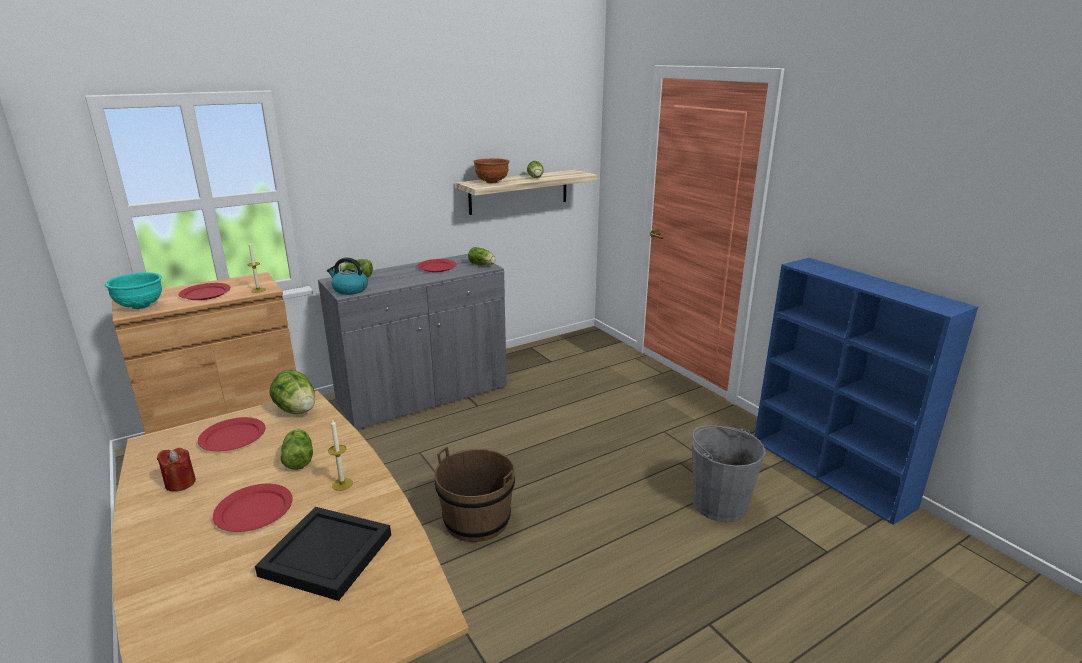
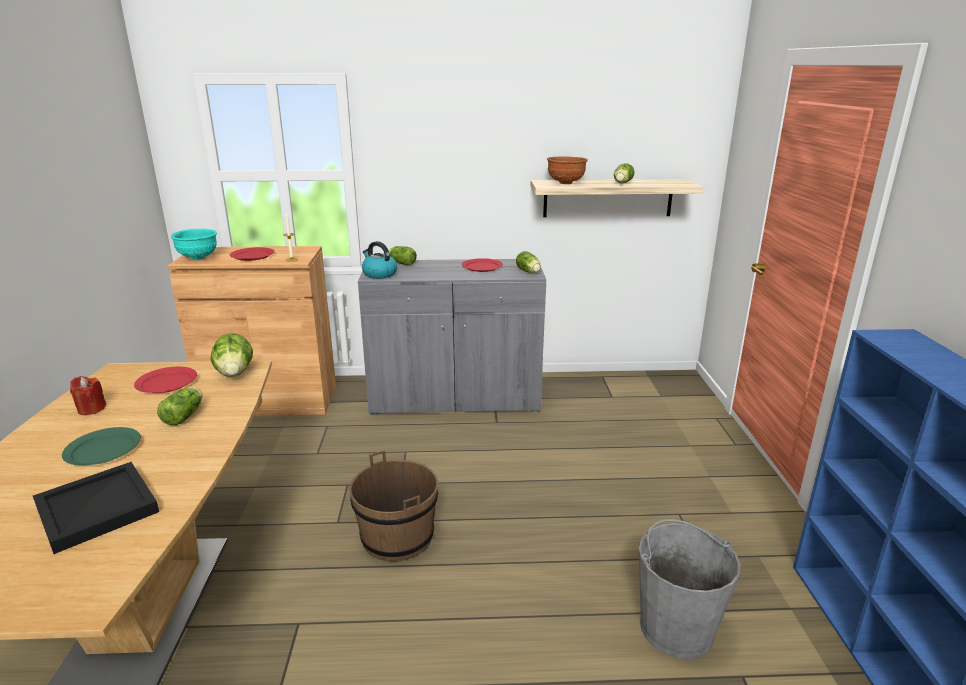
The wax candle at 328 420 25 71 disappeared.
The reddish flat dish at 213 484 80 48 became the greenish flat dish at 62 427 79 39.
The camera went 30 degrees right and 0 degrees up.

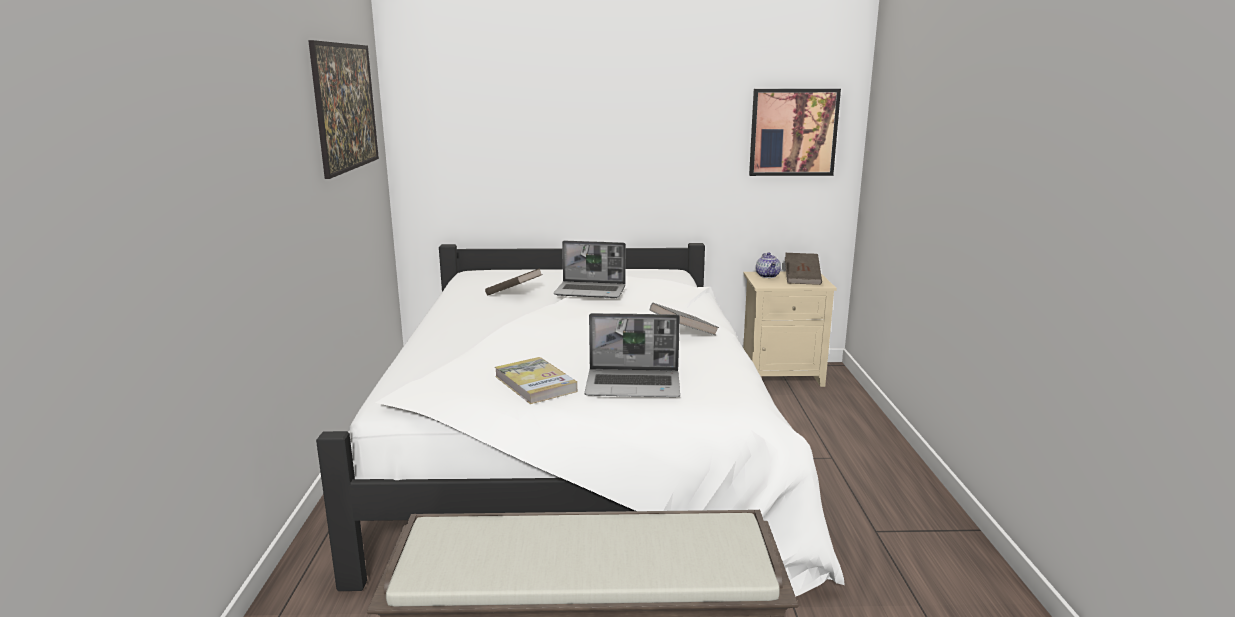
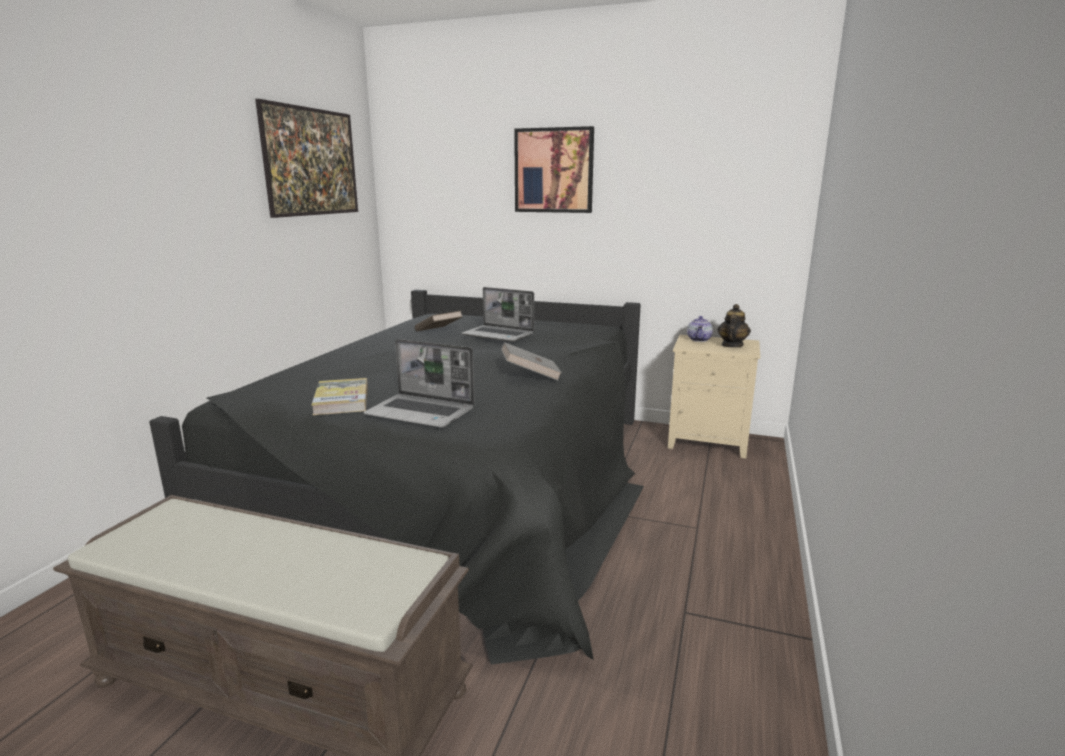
The wall picture moved from 749 89 92 87 to 514 126 80 87.
The brown volume at 785 253 37 32 was replaced by the teapot at 718 304 33 43.
The whitish bedroom bed at 316 243 529 354 became the black-coloured bedroom bed at 149 290 495 375.
The camera went 20 degrees right and 0 degrees up.

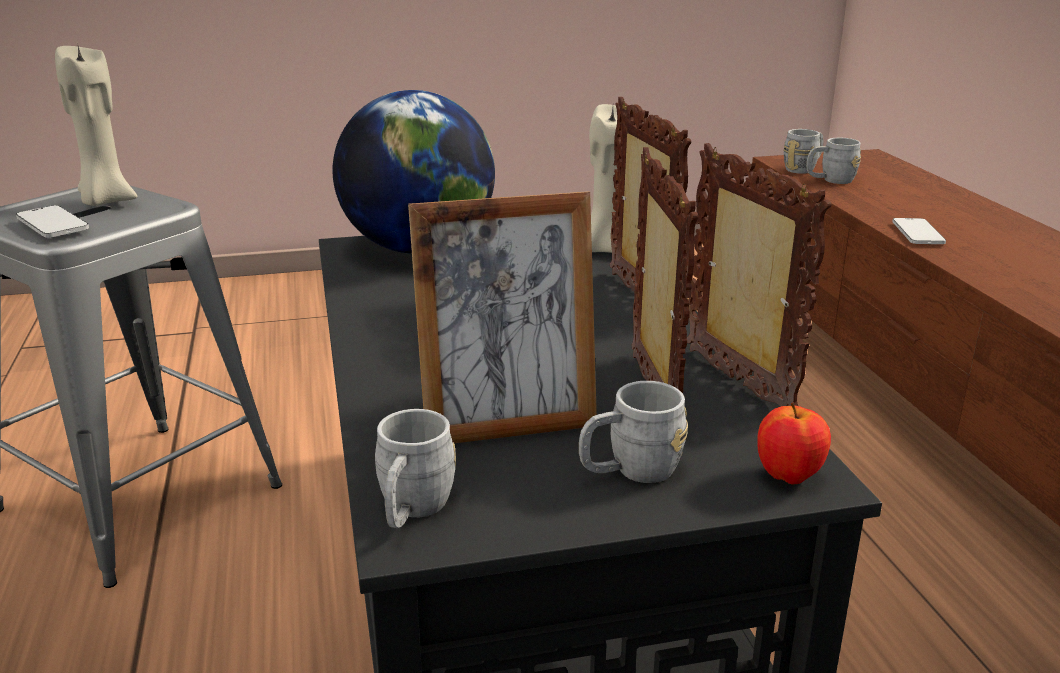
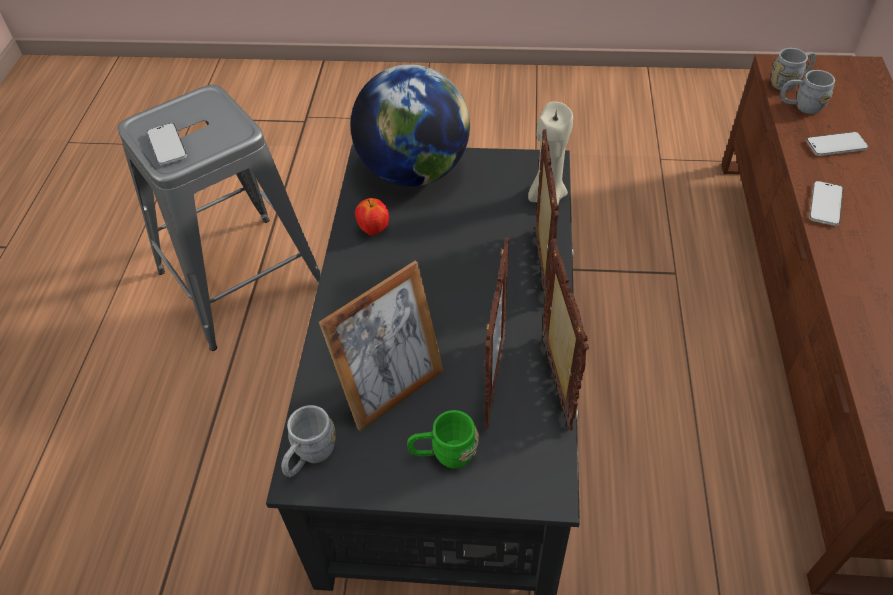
The beige-coloured wax candle at 55 42 82 164 disappeared.
The handset at 807 132 61 24 appeared.
The apple fruit moved from 757 402 74 83 to 355 198 34 37.
The grey mug at 579 381 109 102 became the greenish mug at 407 410 72 59.
The photo frame at 408 191 189 252 turned 45 degrees counterclockwise.
The camera went 20 degrees right and 25 degrees up.

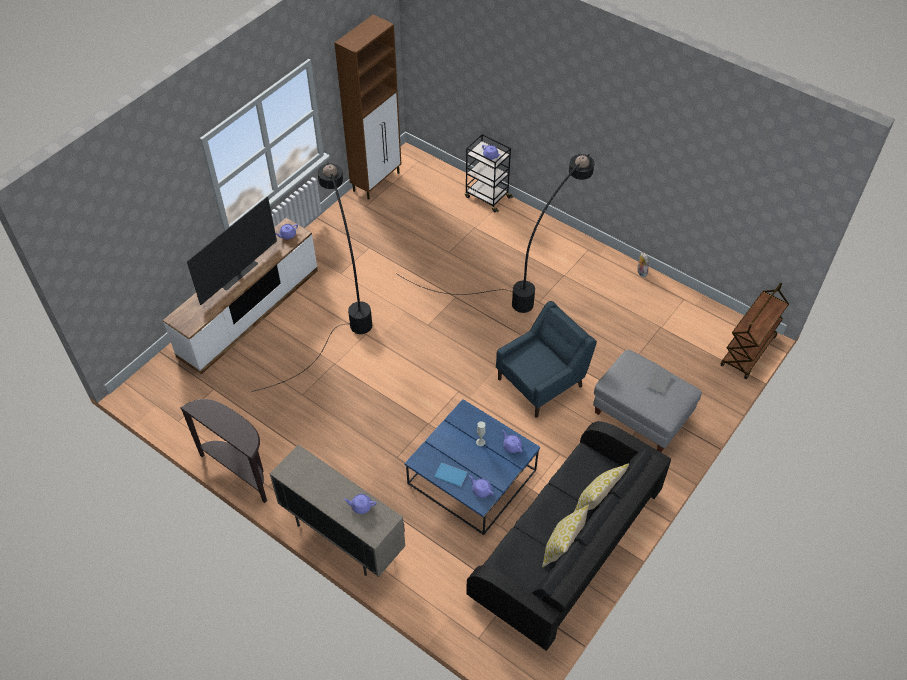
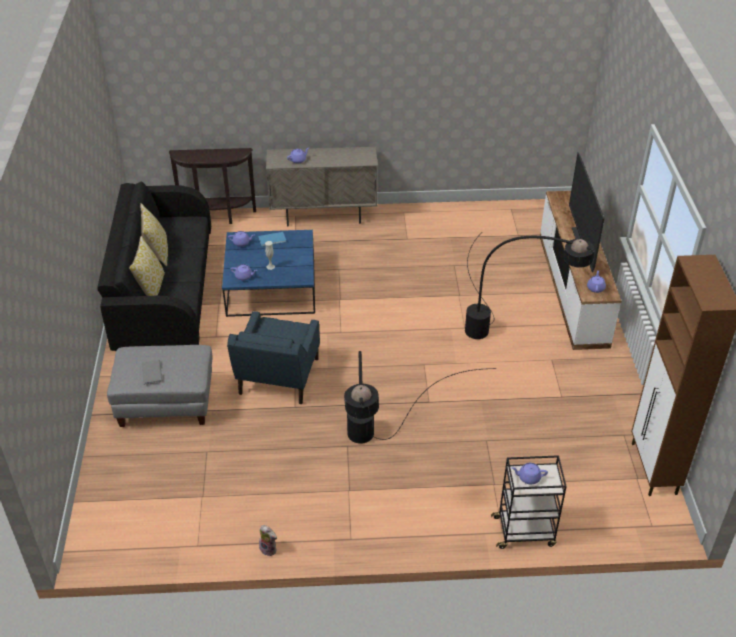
The brown wheeled cart at 720 283 69 96 disappeared.
The brown console table moved from 180 399 87 104 to 169 148 87 76.
The camera went 140 degrees right and 10 degrees down.

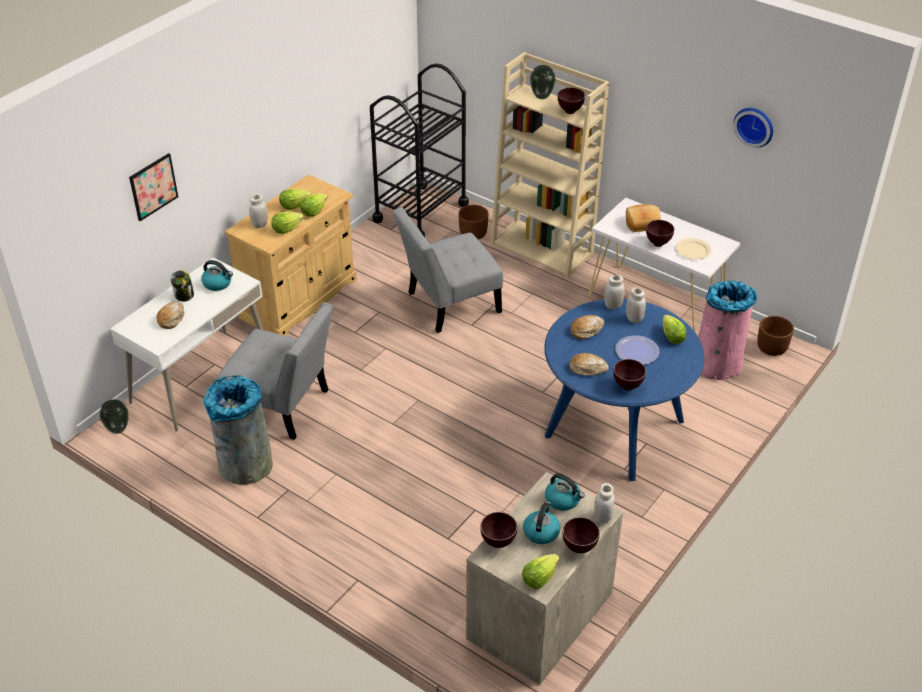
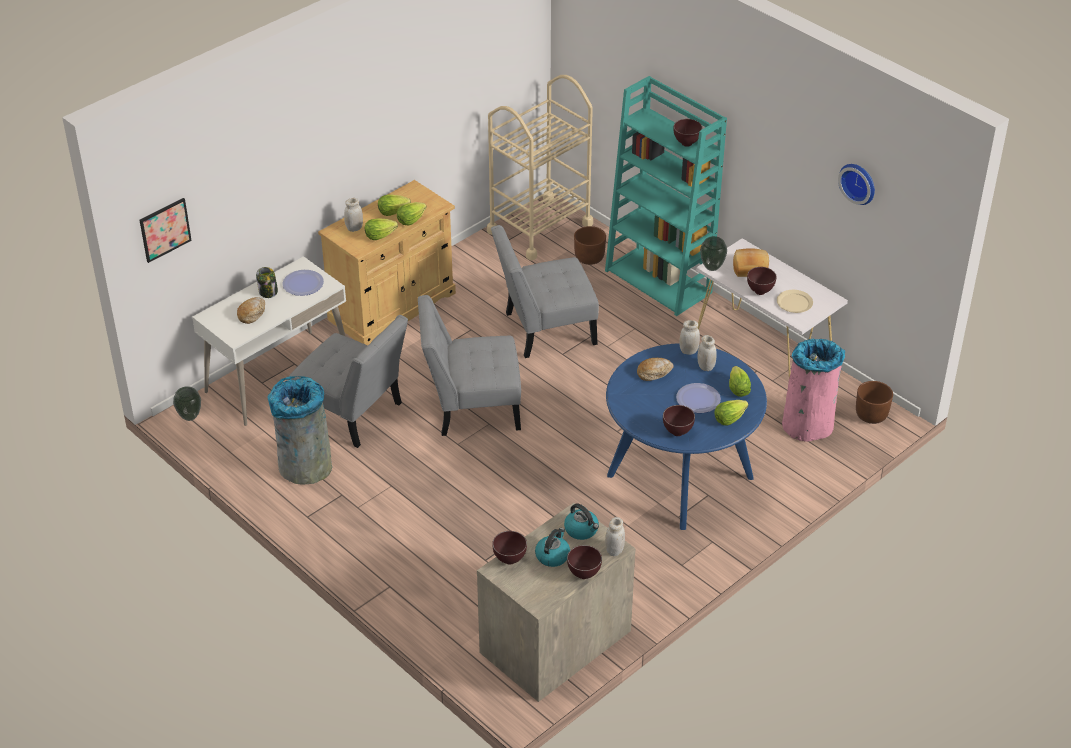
The baked bread at 569 353 40 23 disappeared.
The grey plain chair at 418 295 103 141 appeared.
The wall picture moved from 129 153 49 68 to 140 198 52 65.
The head of lettuce moved from 522 554 37 35 to 714 400 34 26.
The decorative vase moved from 530 65 26 34 to 700 236 27 35.
The tea kettle at 201 260 32 31 was replaced by the flat dish at 282 270 42 26.
The black-coloured wheeled cart at 370 64 99 173 became the beige-coloured wheeled cart at 487 75 106 186.
The beige-coloured bookshelf at 491 52 118 226 became the turquoise bookshelf at 605 76 122 240.
The camera went 10 degrees right and 0 degrees up.

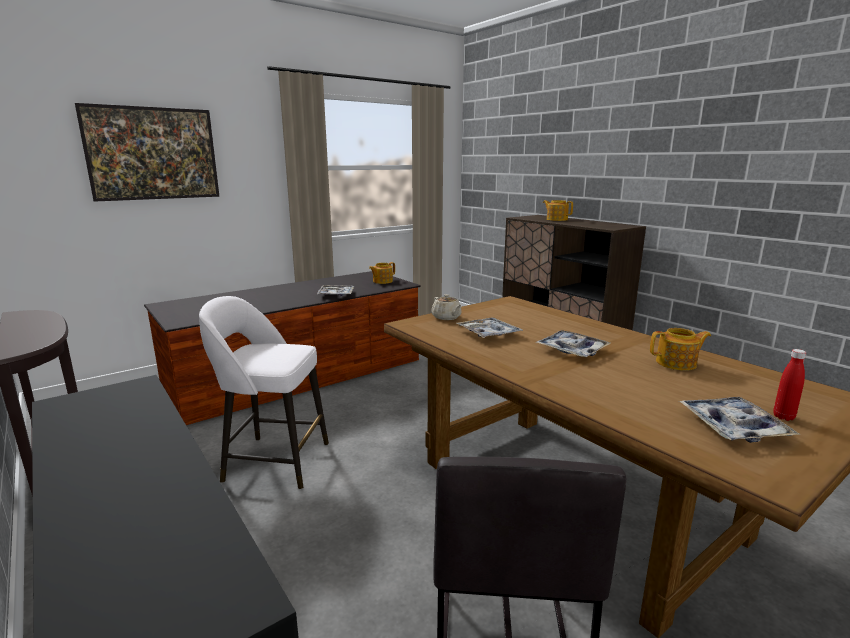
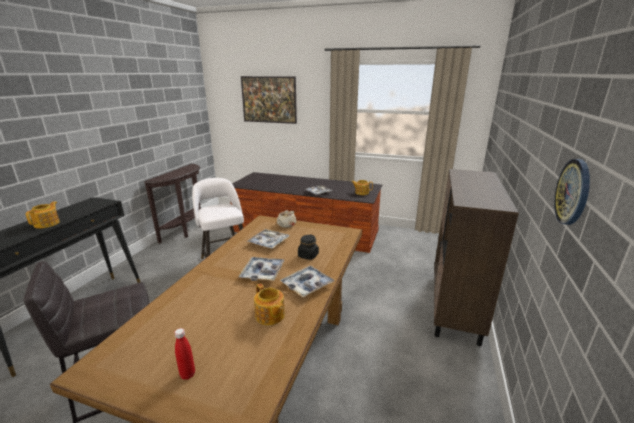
The black-coloured jar at 298 234 21 26 appeared.
The clock on the wall at 554 159 36 66 appeared.
The teapot moved from 543 200 30 21 to 26 201 34 28.
The tray moved from 679 397 122 46 to 280 266 55 31.
The camera went 55 degrees right and 5 degrees up.

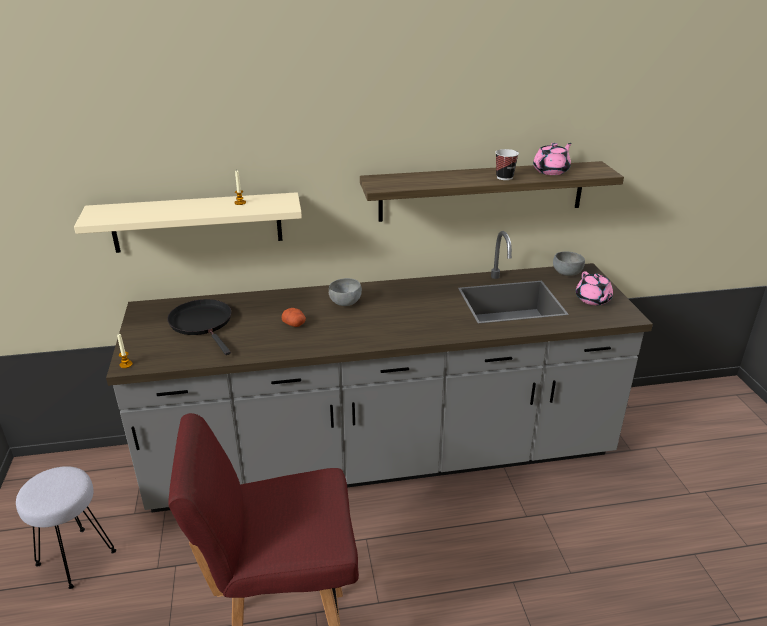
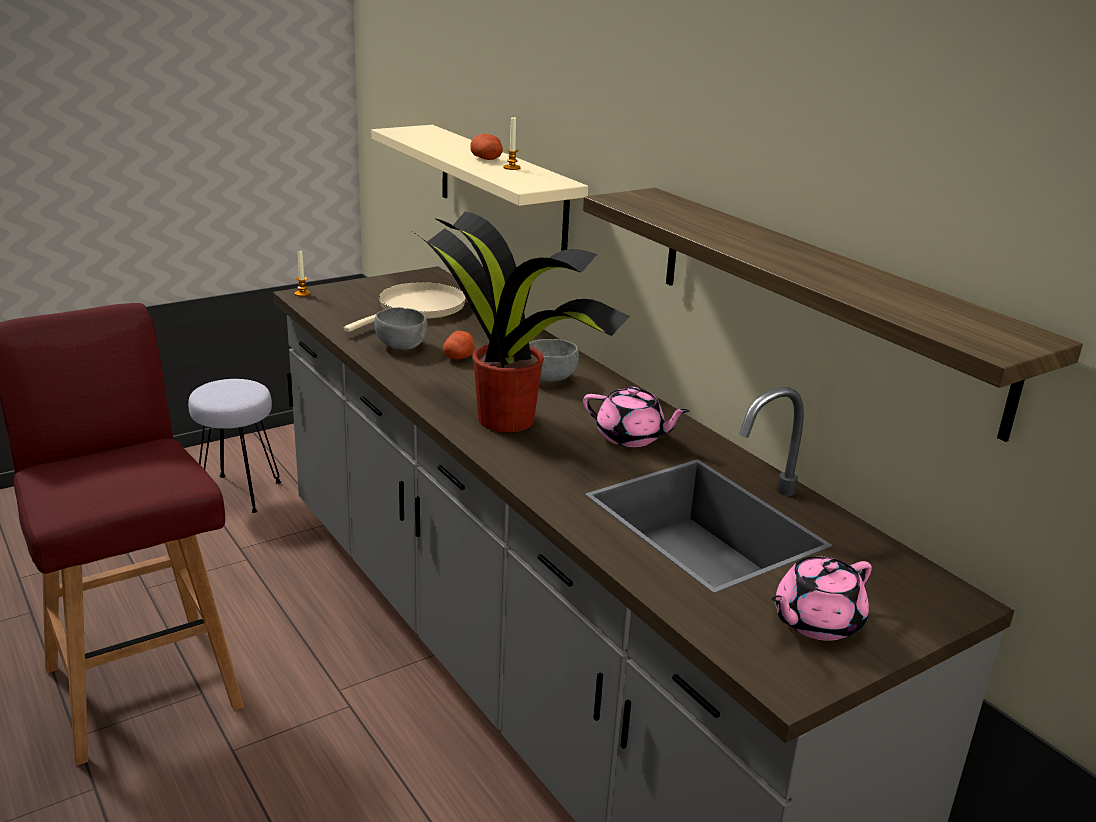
The drinking cup at 495 149 24 31 disappeared.
The houseplant at 413 212 217 220 appeared.
The whole potato at 470 134 33 26 appeared.
The pink-coloured teapot moved from 533 143 39 32 to 583 387 107 60.
The grey bowl moved from 553 252 32 24 to 374 307 54 43.
The black-coloured pan at 167 299 65 56 became the beige-coloured pan at 344 282 122 50.
The camera went 65 degrees right and 5 degrees down.

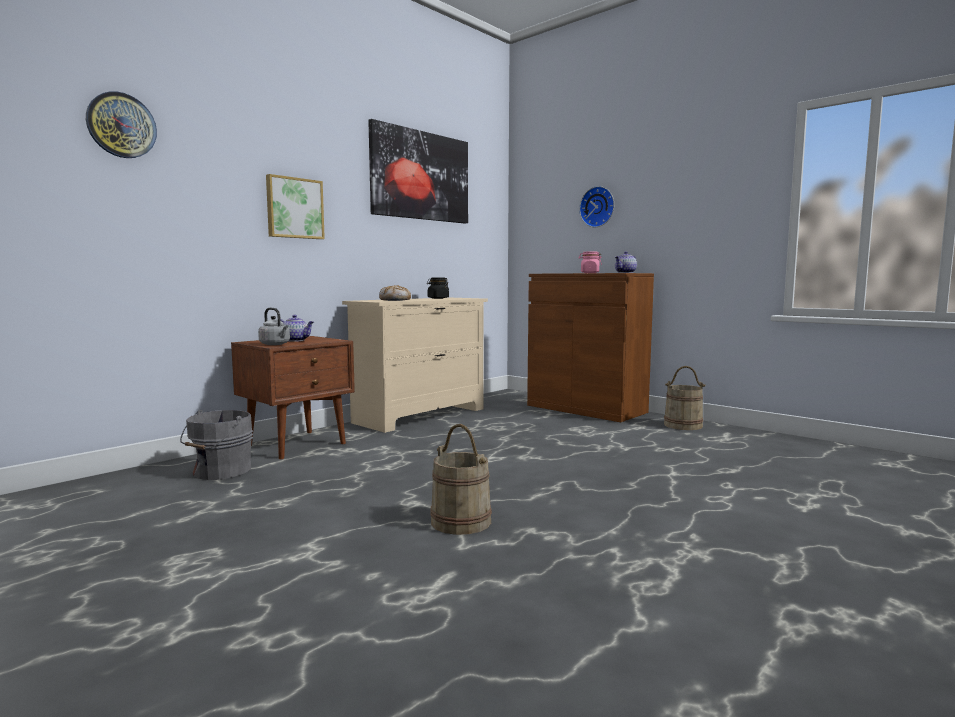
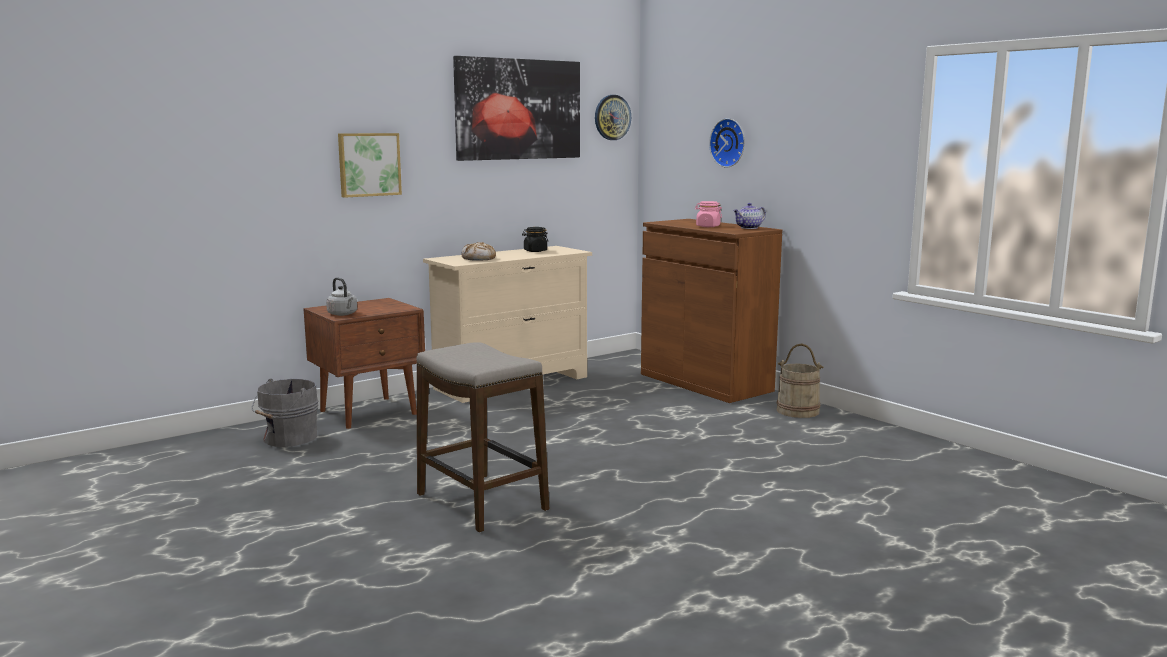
The teapot at 281 315 33 27 disappeared.
The clock on the wall moved from 86 91 71 67 to 595 95 36 45.
The beige-coloured bucket at 430 424 62 111 was replaced by the stool seat at 417 342 132 190.
The camera went 10 degrees right and 5 degrees up.

